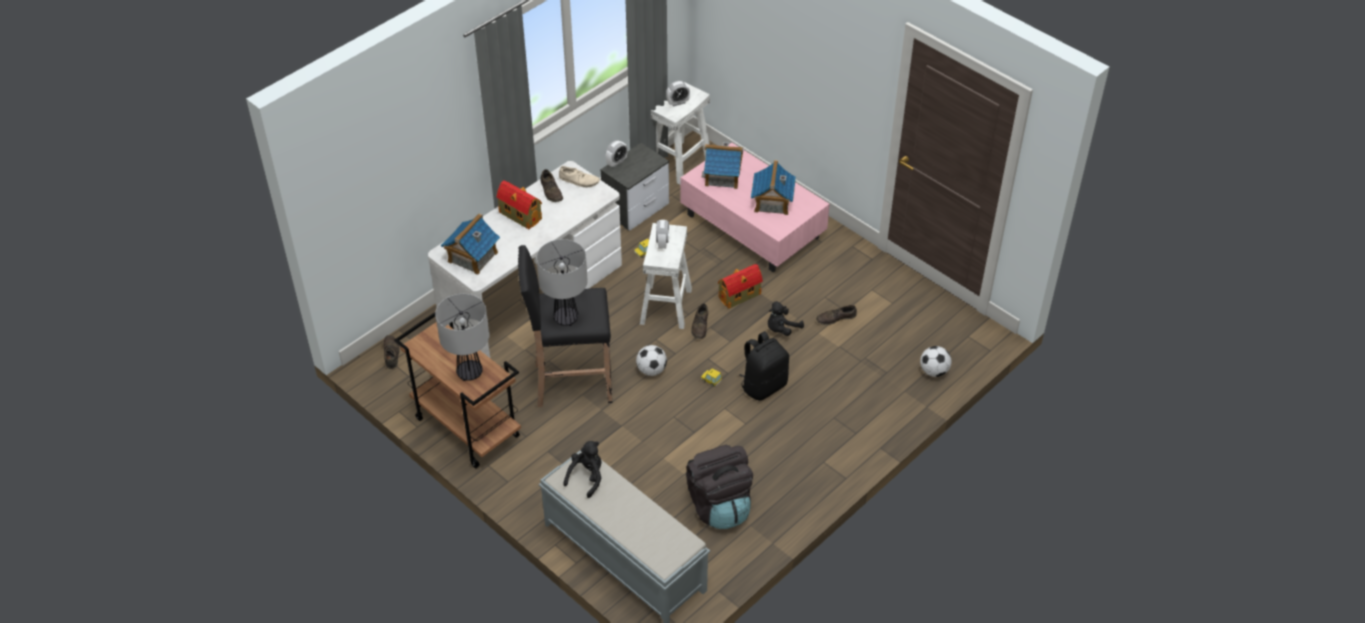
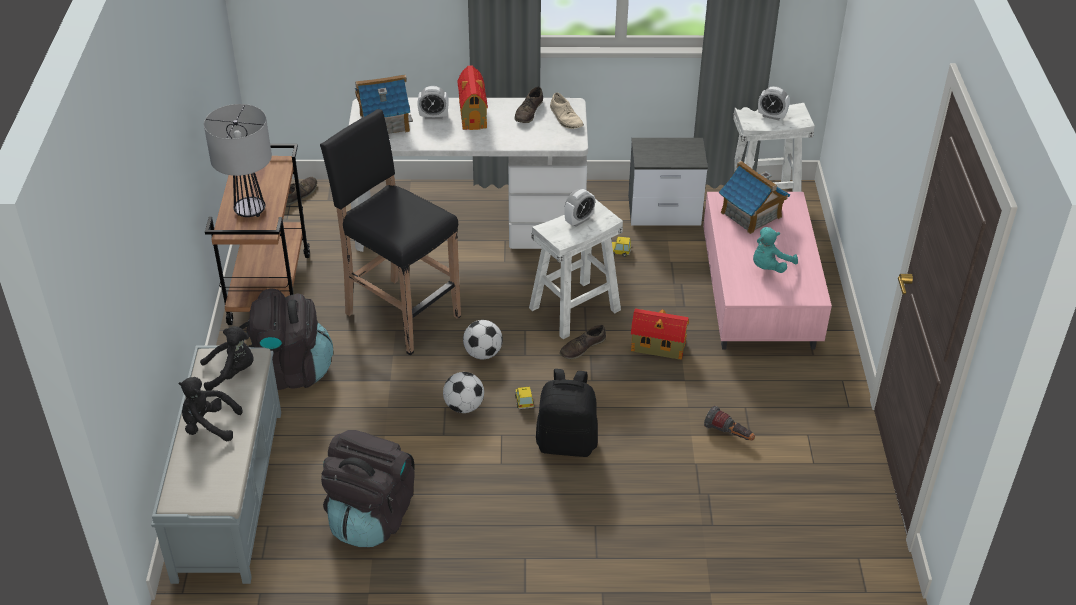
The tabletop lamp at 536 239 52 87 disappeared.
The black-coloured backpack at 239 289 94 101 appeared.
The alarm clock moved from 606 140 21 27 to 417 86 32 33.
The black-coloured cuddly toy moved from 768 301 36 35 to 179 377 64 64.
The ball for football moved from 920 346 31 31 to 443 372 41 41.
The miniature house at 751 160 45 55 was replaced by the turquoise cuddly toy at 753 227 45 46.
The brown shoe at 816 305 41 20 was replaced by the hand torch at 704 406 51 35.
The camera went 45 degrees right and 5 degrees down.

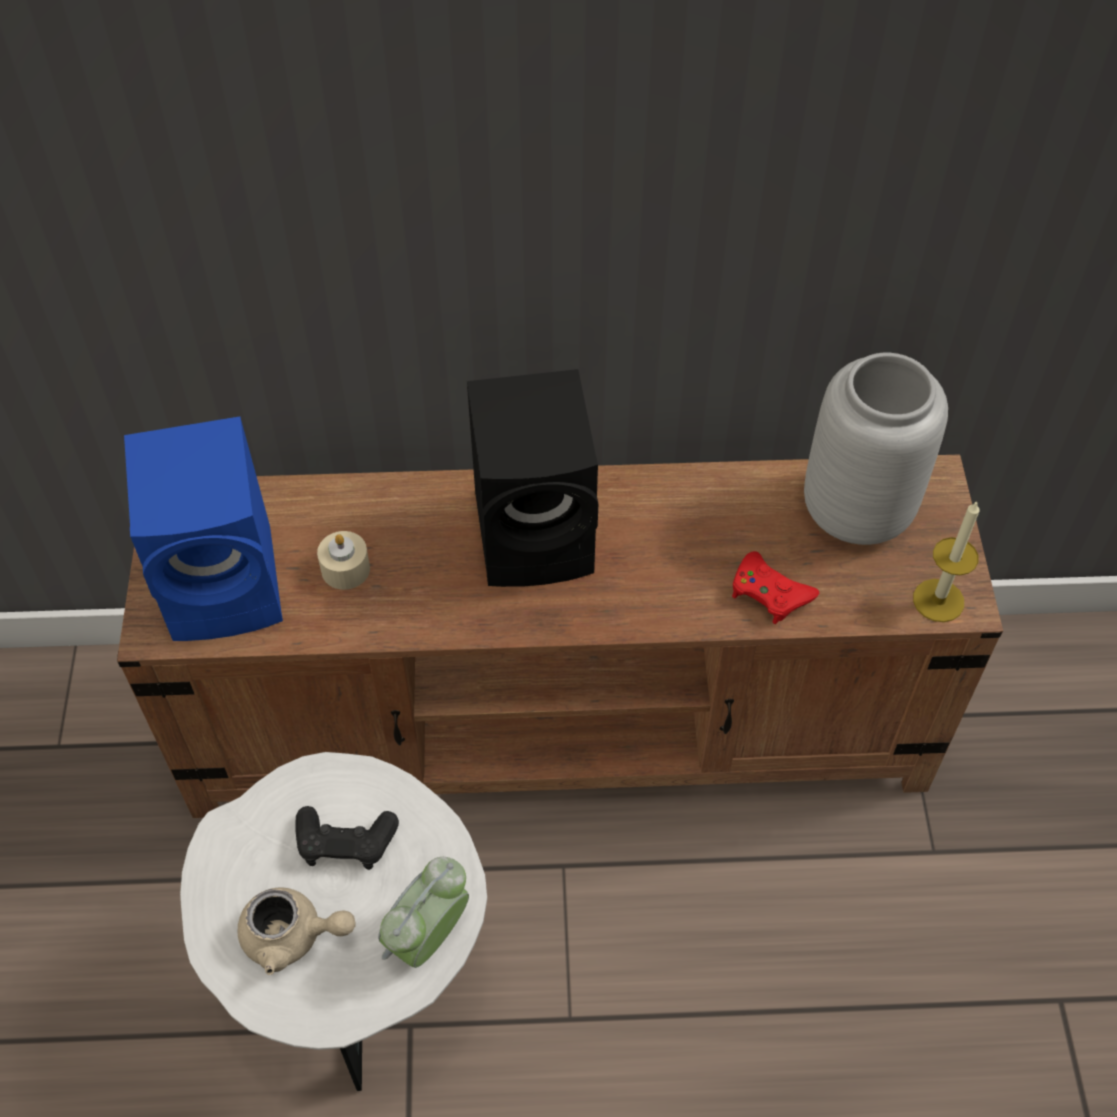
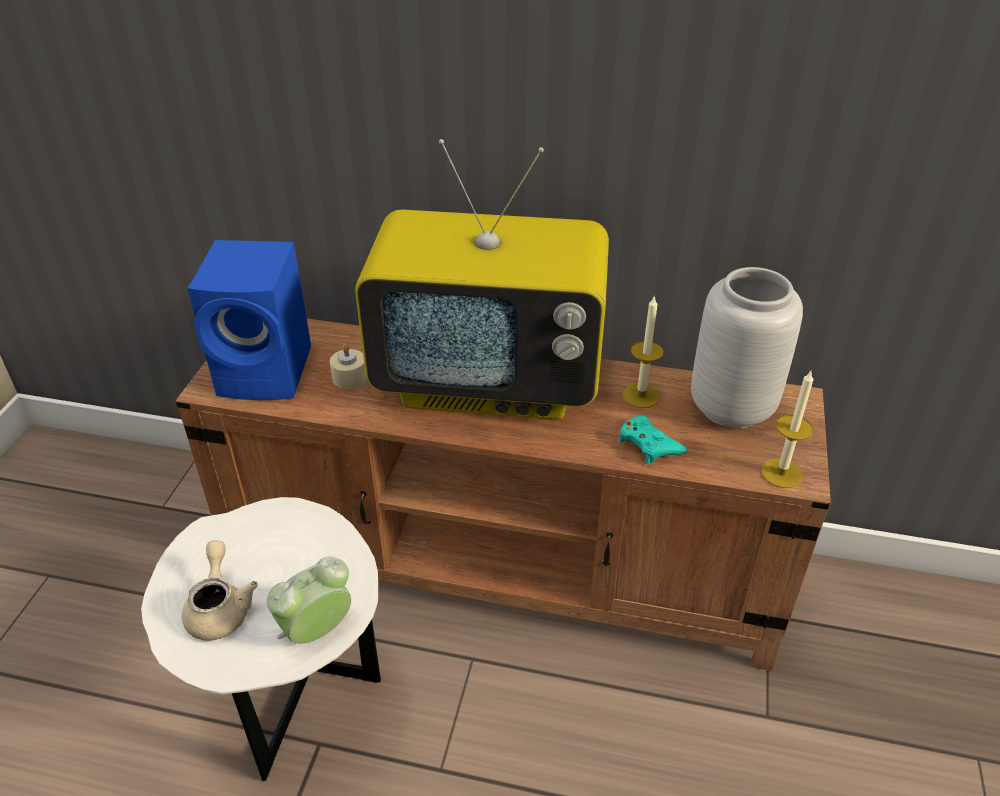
The black-coloured joypad at 295 806 104 64 disappeared.
The wax candle at 623 295 41 113 appeared.
The black-coloured loudspeaker at 467 369 131 218 was replaced by the TV at 355 139 254 281.
The reddish joypad at 732 551 87 73 became the turquoise joypad at 619 416 68 48.
The beige-coloured teapot at 238 887 118 88 turned 120 degrees counterclockwise.
The camera went 15 degrees right and 15 degrees down.

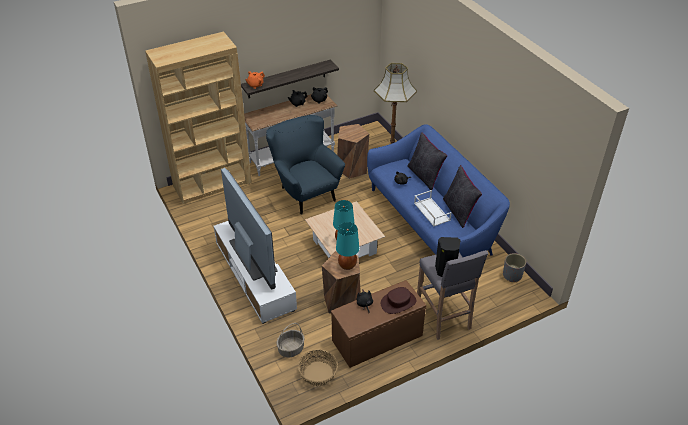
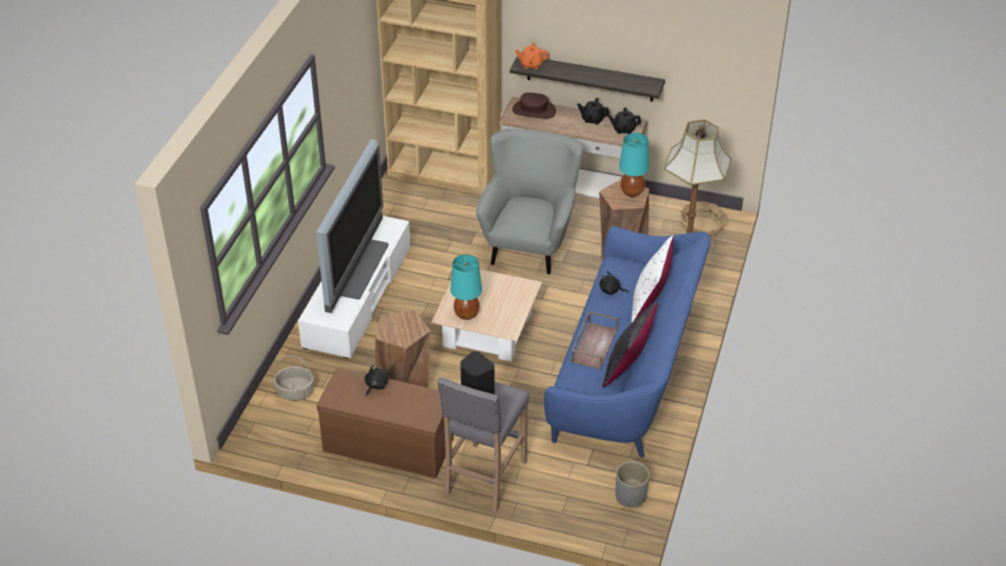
The household basket moved from 298 350 40 36 to 680 202 47 37.
The turquoise tabletop lamp moved from 336 222 23 48 to 619 133 30 64.
The brown hat moved from 381 287 35 27 to 512 92 44 27.
The blue-coloured lounge chair at 266 115 79 99 became the grey lounge chair at 476 129 107 146.
The black-coloured throw pillow at 408 132 39 58 became the whitish throw pillow at 631 236 43 86.
The whitish tray at 414 190 37 36 became the brown tray at 571 311 47 59.
The camera went 45 degrees right and 0 degrees up.

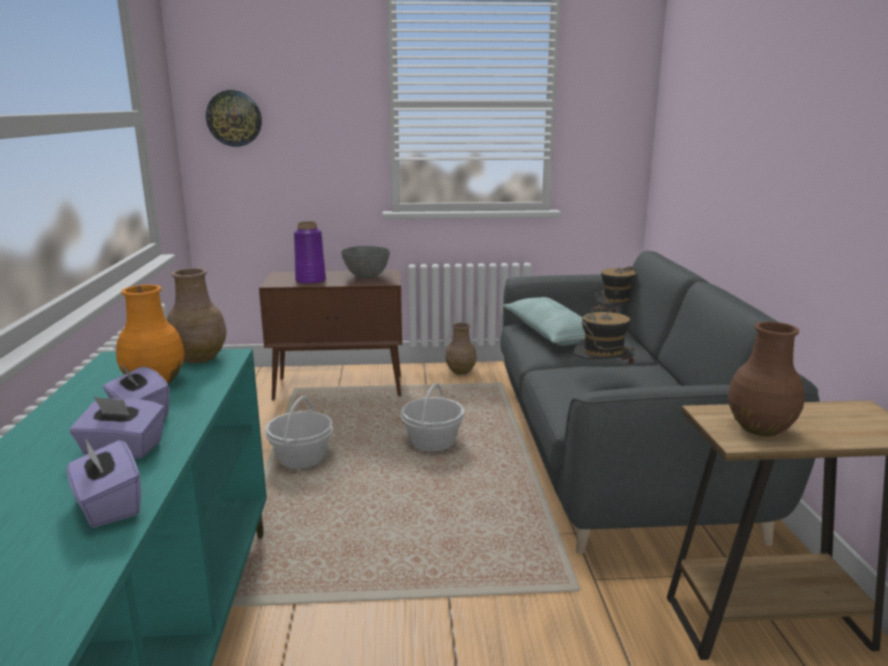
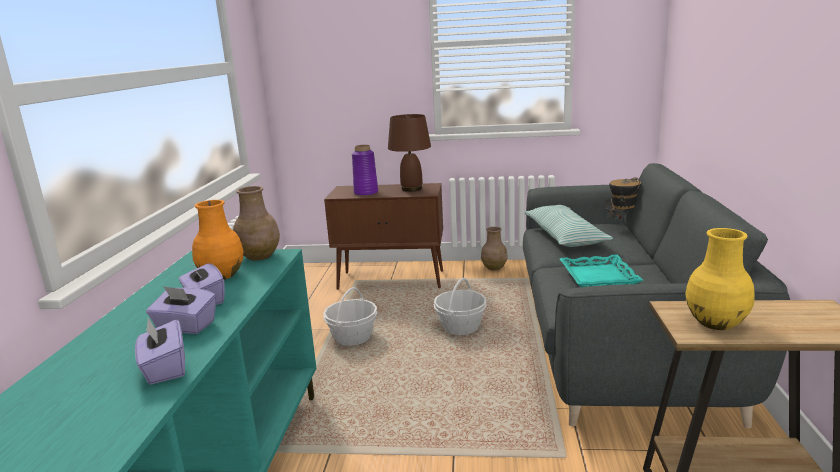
The clock on the wall at 206 90 56 57 disappeared.
The grey bowl at 341 246 49 32 was replaced by the brown tabletop lamp at 388 114 43 78.
The hat at 574 305 61 60 was replaced by the turquoise tray at 560 255 83 32.
The brown decorative vase at 728 321 76 115 became the yellow-coloured decorative vase at 685 228 70 102.
The camera went 10 degrees right and 0 degrees up.

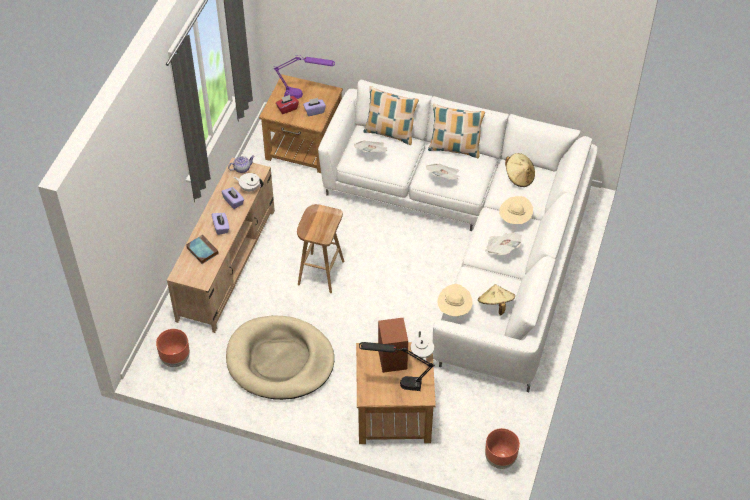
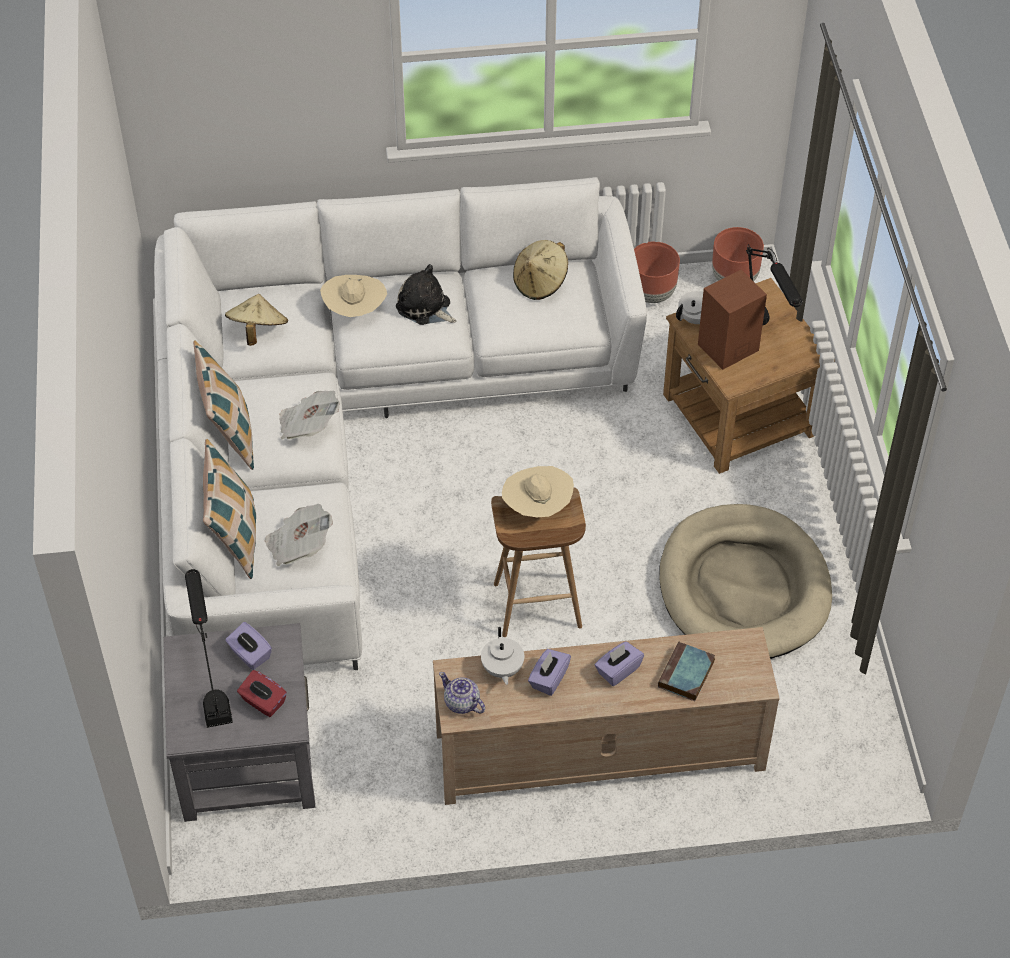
The brown flower pot moved from 156 329 34 38 to 634 241 46 62.
The beige-coloured hat moved from 437 284 36 32 to 502 466 72 51.
The newspaper at 485 232 37 23 was replaced by the cuddly toy at 396 264 61 61.
The brown end table at 259 74 84 99 became the grey end table at 163 623 152 199.
The purple tabletop lamp at 273 55 62 44 became the black-coloured tabletop lamp at 185 569 48 159.
The camera went 115 degrees left and 0 degrees up.

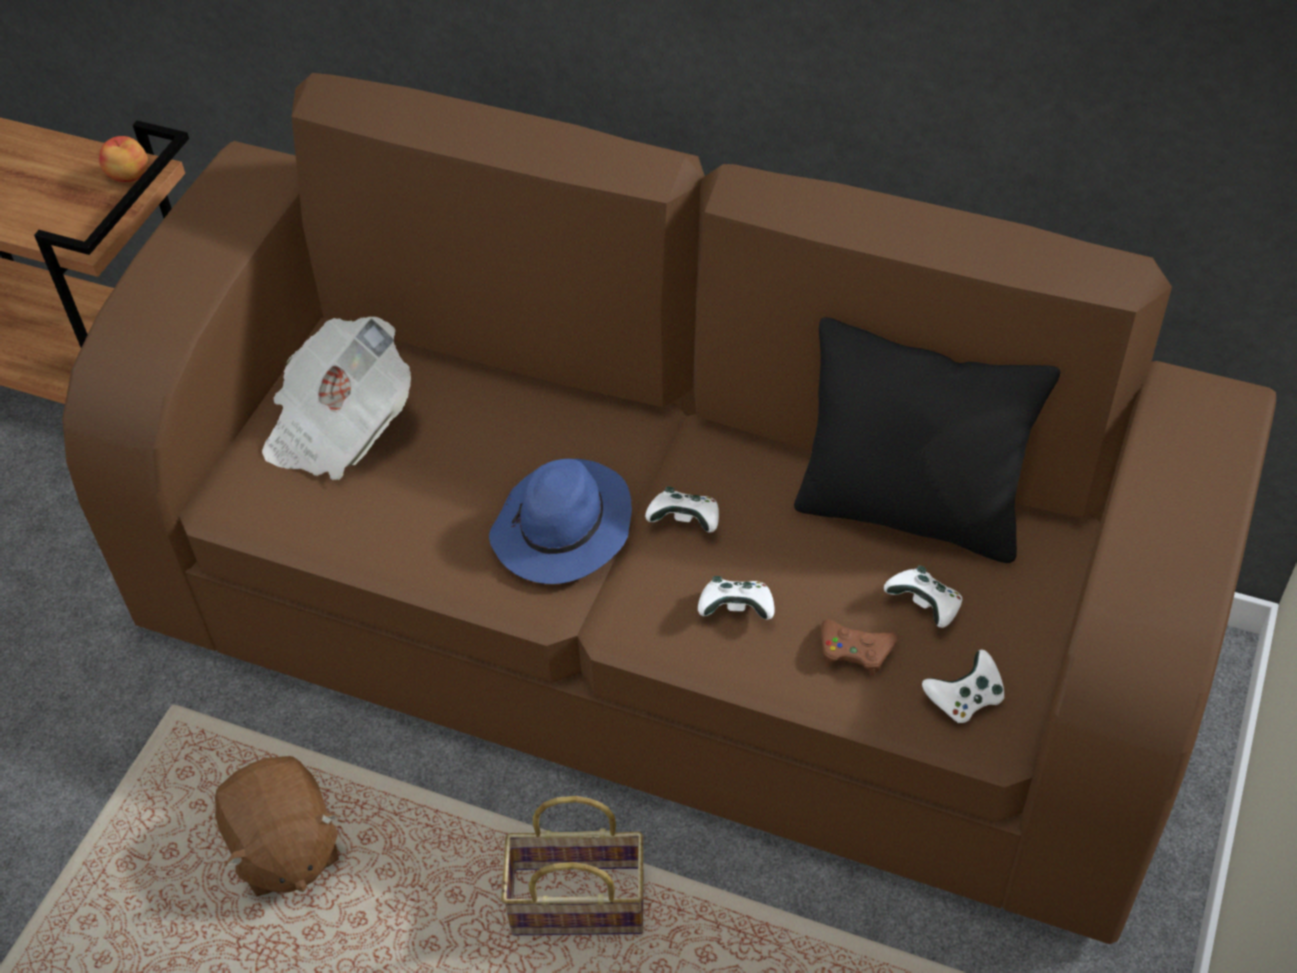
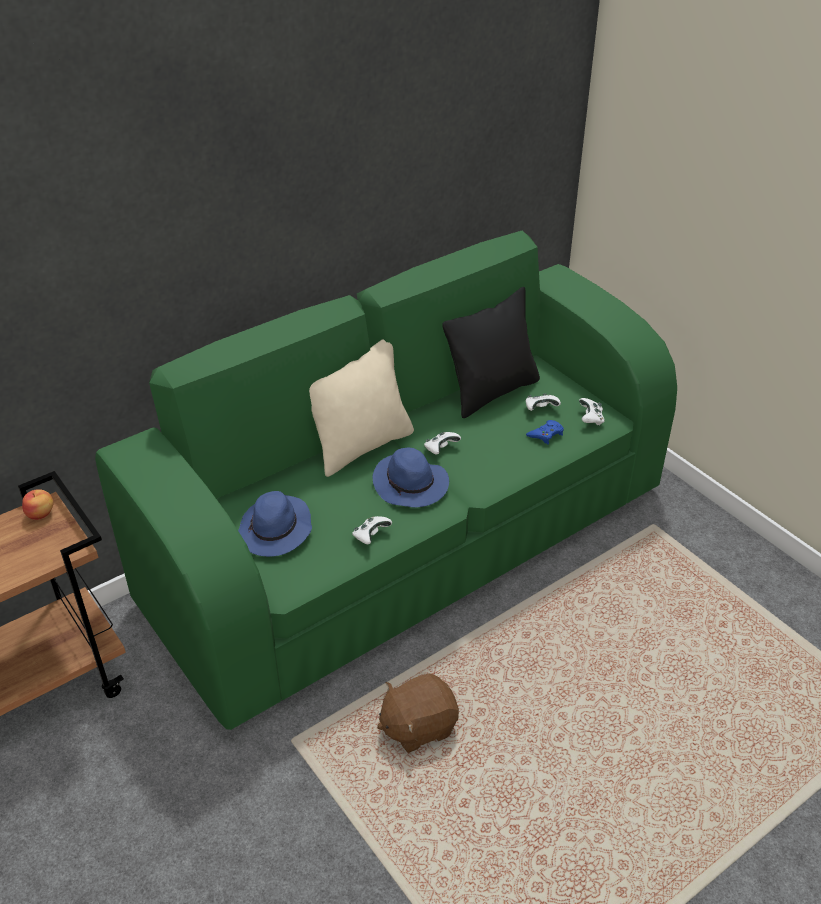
The household basket at 501 796 143 139 disappeared.
The beige-coloured throw pillow at 309 339 105 138 appeared.
The whitish joypad moved from 698 576 77 44 to 352 516 40 28.
The newspaper at 262 317 149 163 was replaced by the blue-coloured hat at 238 491 74 66.
The brown sofa at 62 73 1214 871 became the greenish sofa at 95 231 582 499.
The brown joypad at 821 619 77 58 became the blue-coloured joypad at 526 420 38 24.
The brown cuddly toy at 215 756 124 140 turned 150 degrees clockwise.
The camera went 60 degrees left and 10 degrees down.

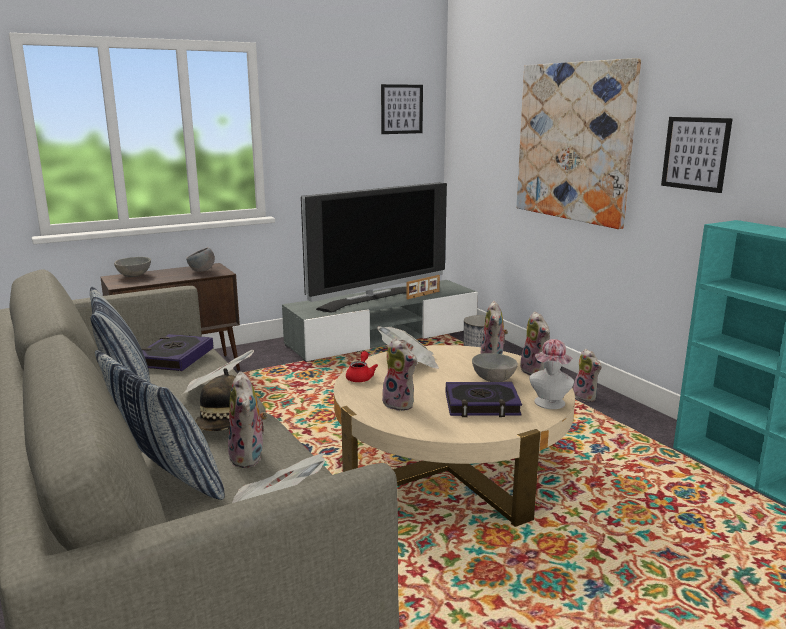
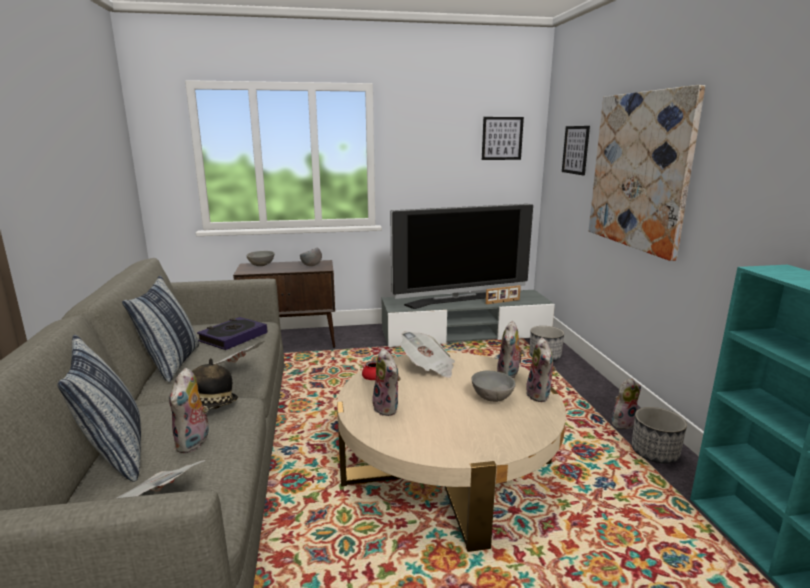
The volume at 446 382 76 35 disappeared.
The hat at 529 339 45 70 disappeared.
The flower pot at 632 407 55 56 appeared.
The wall picture moved from 661 117 72 76 to 562 126 28 49.
The cuddly toy at 573 349 29 53 turned 105 degrees counterclockwise.
The camera went 20 degrees right and 0 degrees up.

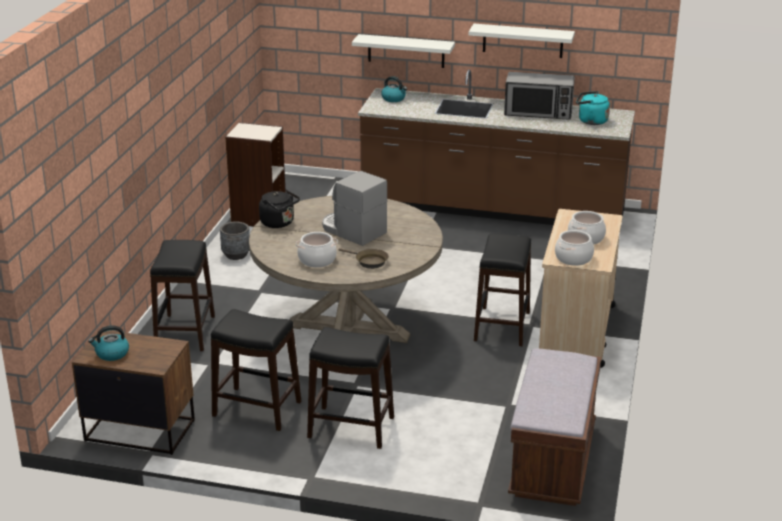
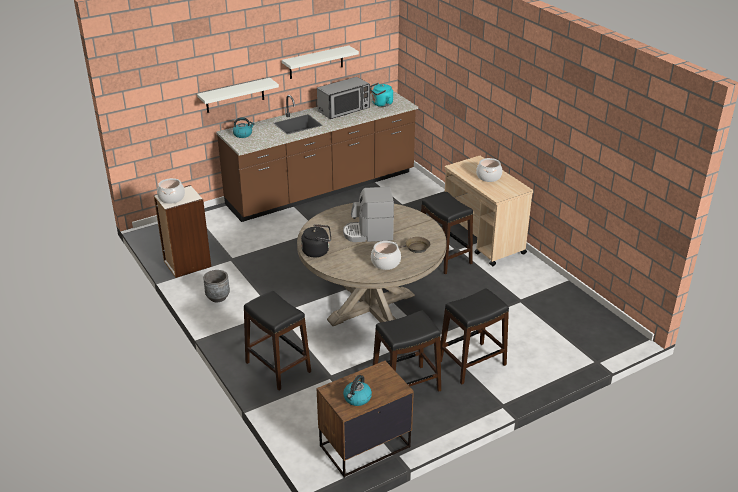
The brown indoor bench at 508 348 93 158 disappeared.
The stockpot moved from 555 230 39 36 to 157 178 28 26.
The camera went 45 degrees left and 5 degrees up.

